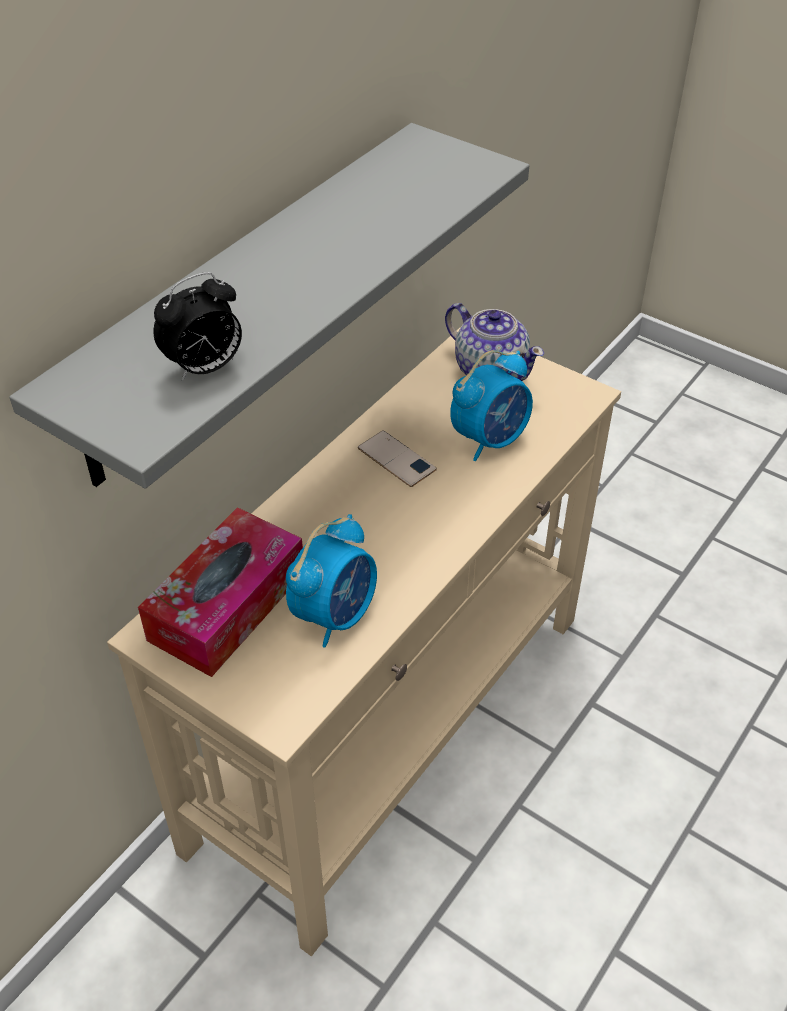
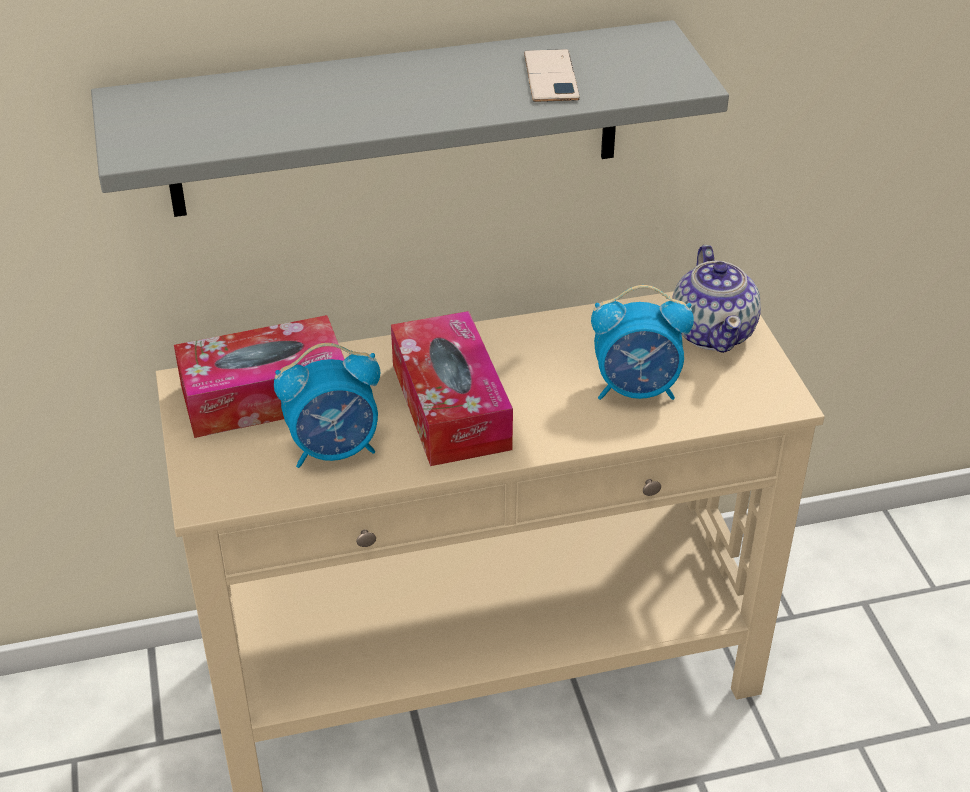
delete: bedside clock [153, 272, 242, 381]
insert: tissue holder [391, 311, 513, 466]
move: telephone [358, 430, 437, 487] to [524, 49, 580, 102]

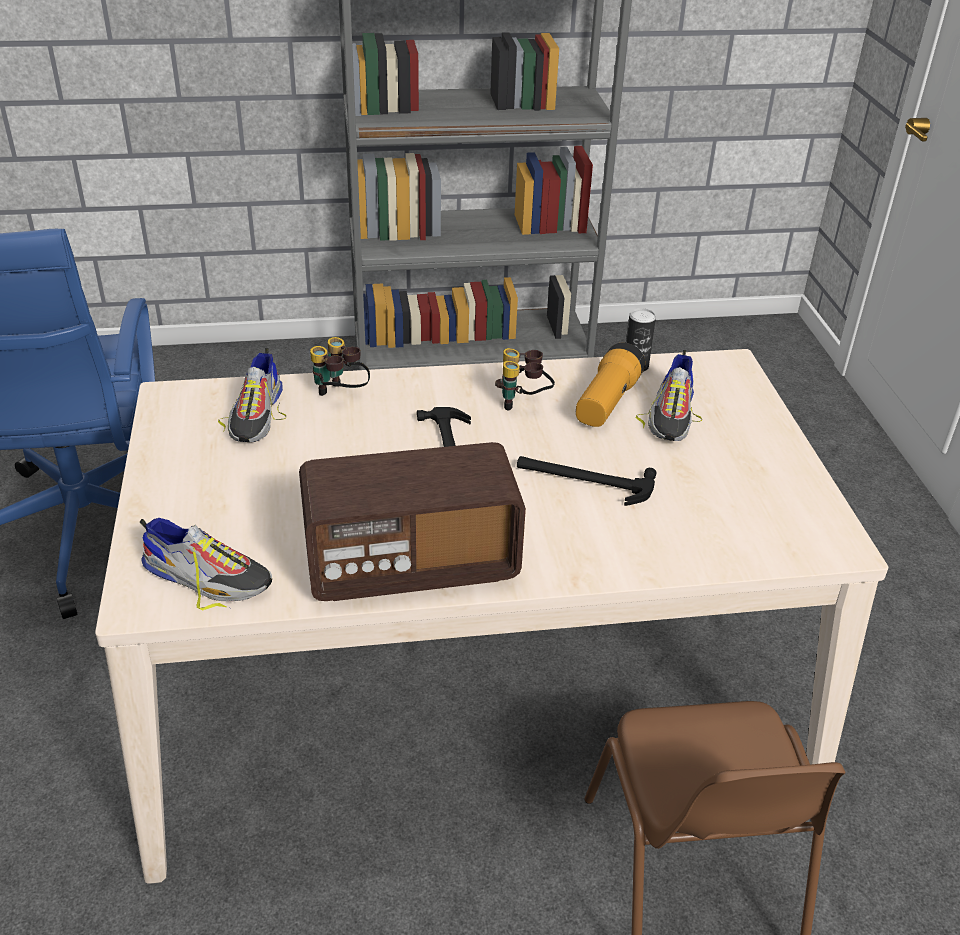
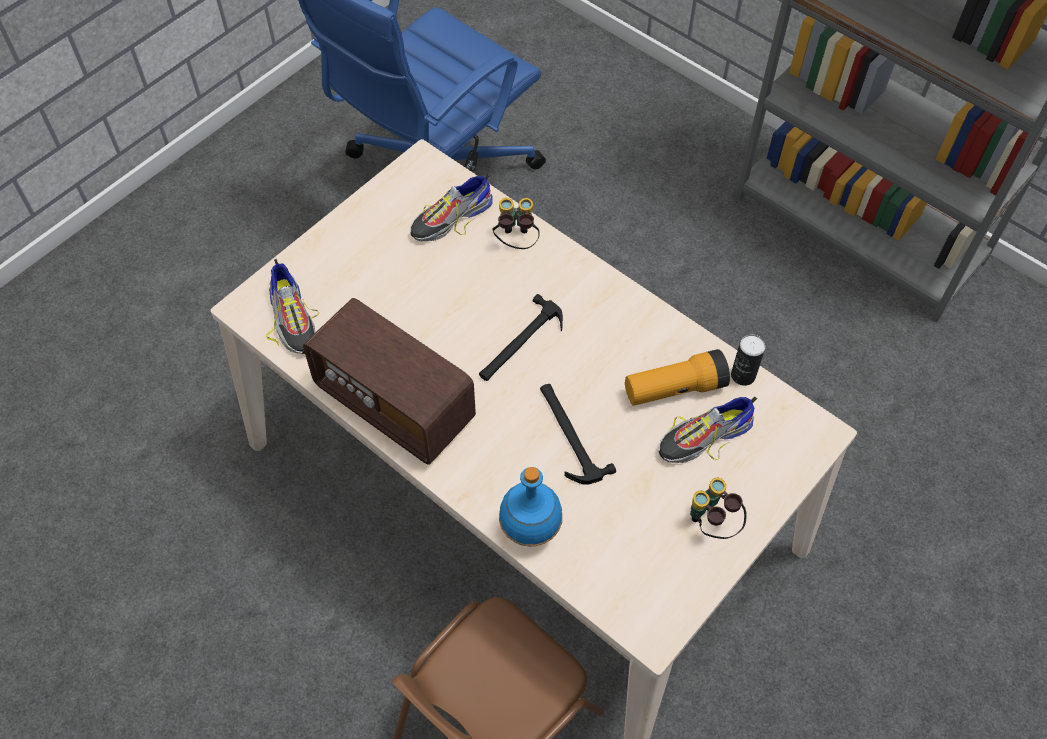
insert: bottle (blue) [499, 467, 562, 547]
move: binoculars [495, 348, 555, 411] to [690, 478, 747, 539]

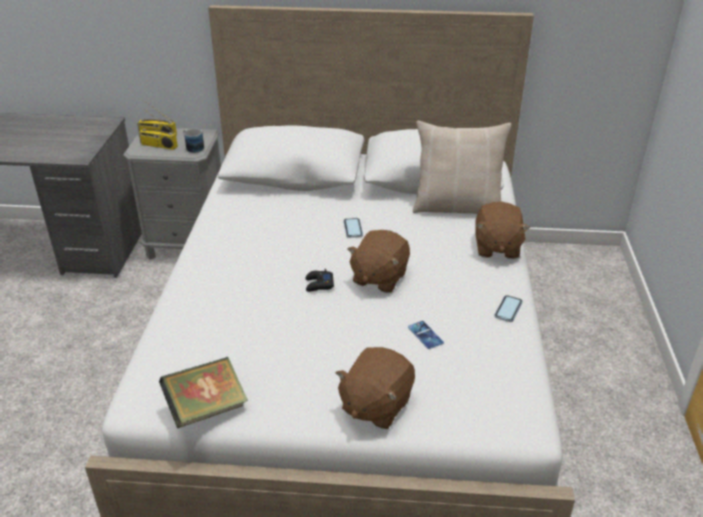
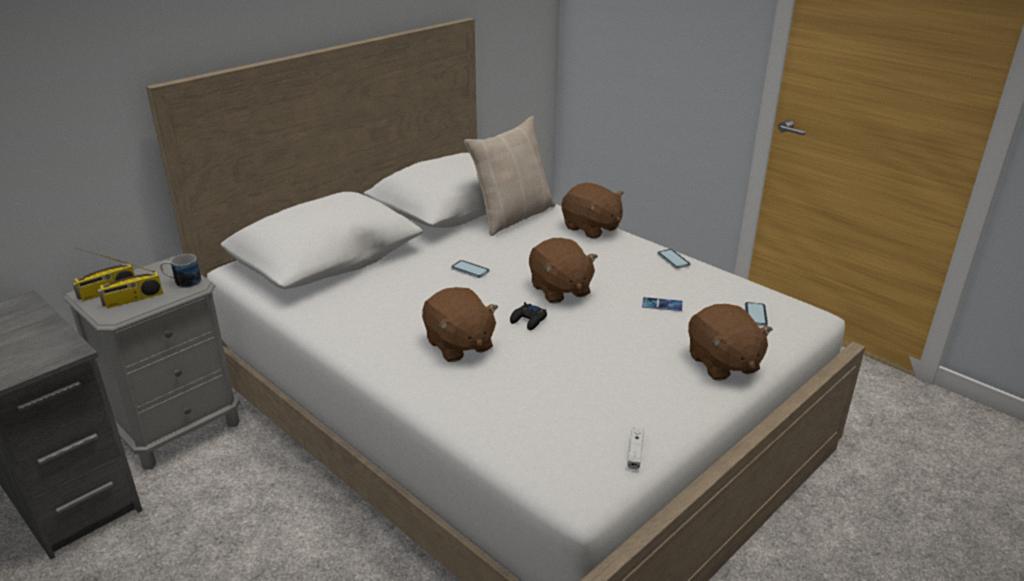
insert: plush toy (brownish) [422, 287, 498, 362]; telephone [745, 302, 768, 326]
replace: volume [159, 357, 248, 428] to joypad (white) [628, 428, 644, 469]

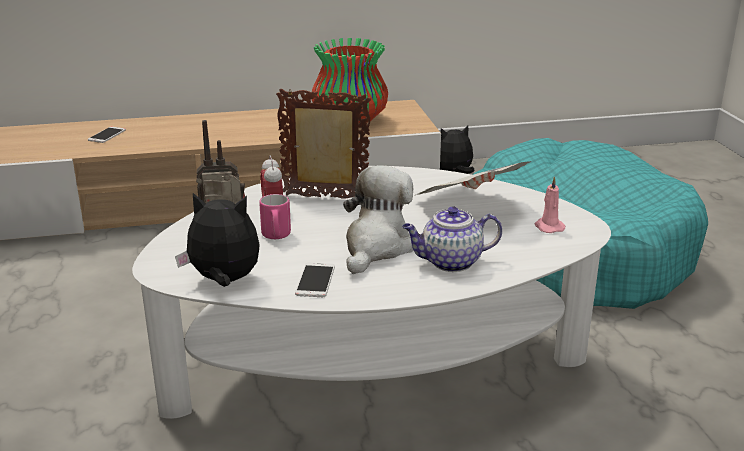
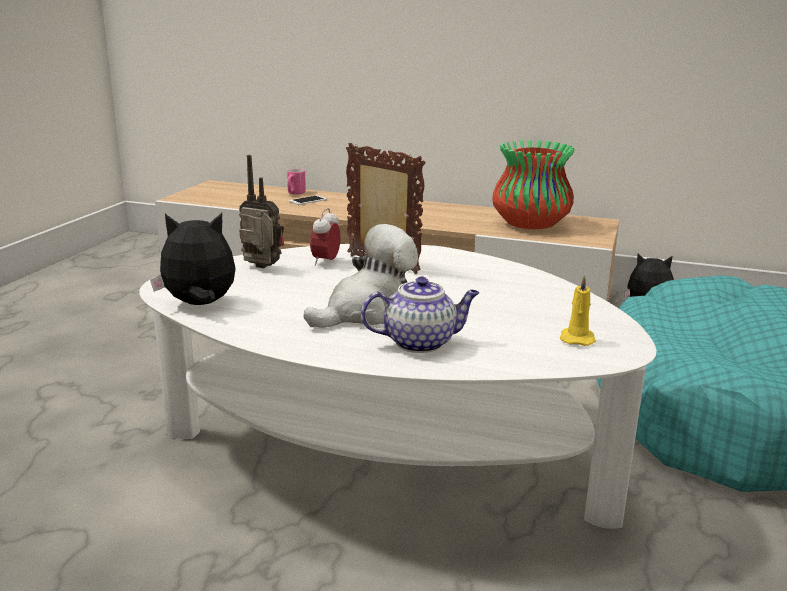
delete: telephone [295, 263, 335, 297]; daily paper [417, 161, 531, 195]
move: coffee mug (pink-coloured) [259, 194, 291, 239] to [287, 169, 306, 195]
recolor: candle (pink-coloured) [535, 176, 566, 233] to candle (yellow-coloured) [560, 275, 596, 346]
rotate: plush toy [175, 193, 259, 287] = [150, 213, 236, 305] 45 degrees counterclockwise; teapot [402, 206, 502, 272] = [361, 277, 479, 353] 150 degrees clockwise

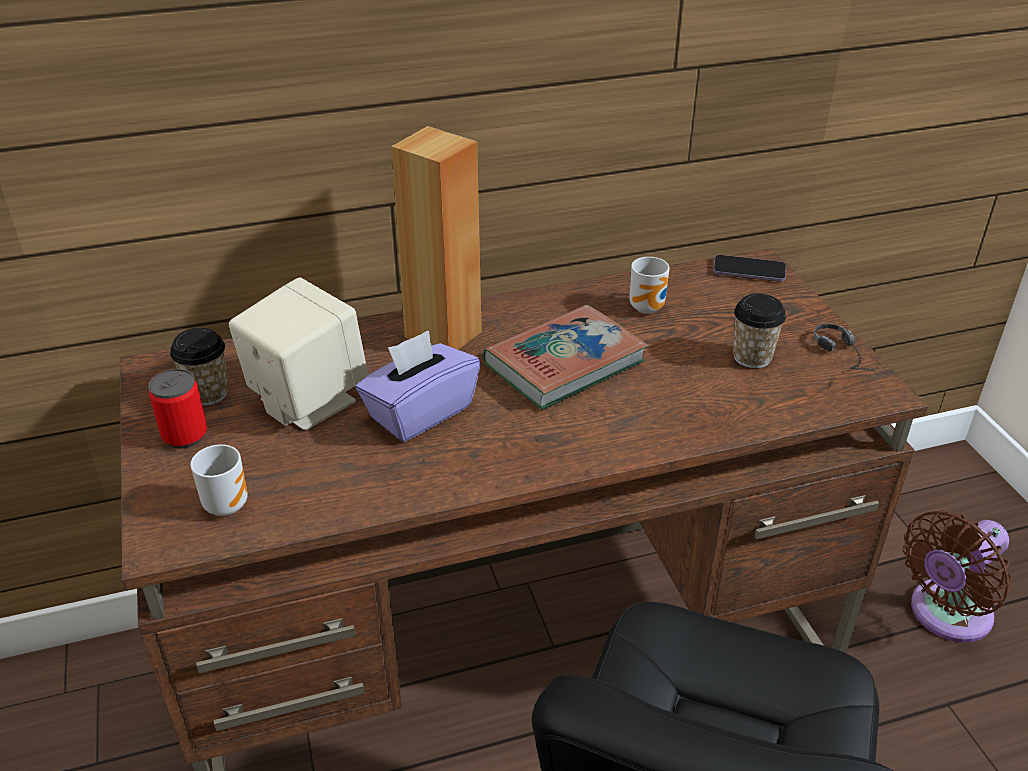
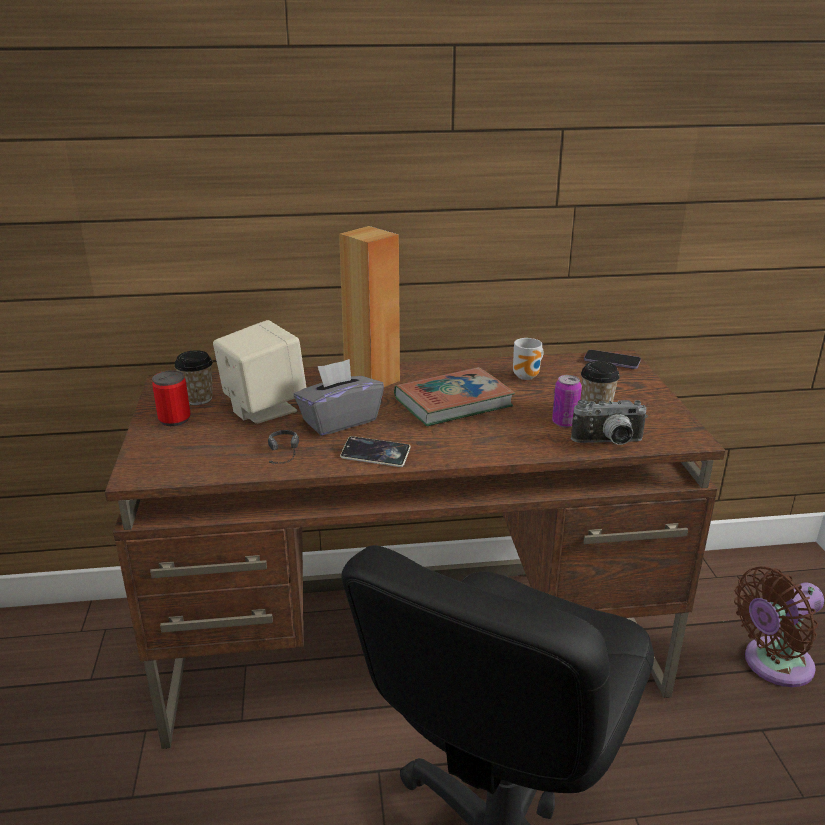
delete: coffee mug [190, 444, 248, 516]
insert: telephone [340, 436, 411, 467]; metal can [552, 375, 582, 427]; still camera [571, 400, 648, 445]
move: headphones [814, 324, 877, 374] to [268, 430, 299, 466]
recolor: tissue holder (purplish) [356, 330, 481, 442] to tissue holder (gray) [294, 359, 384, 436]

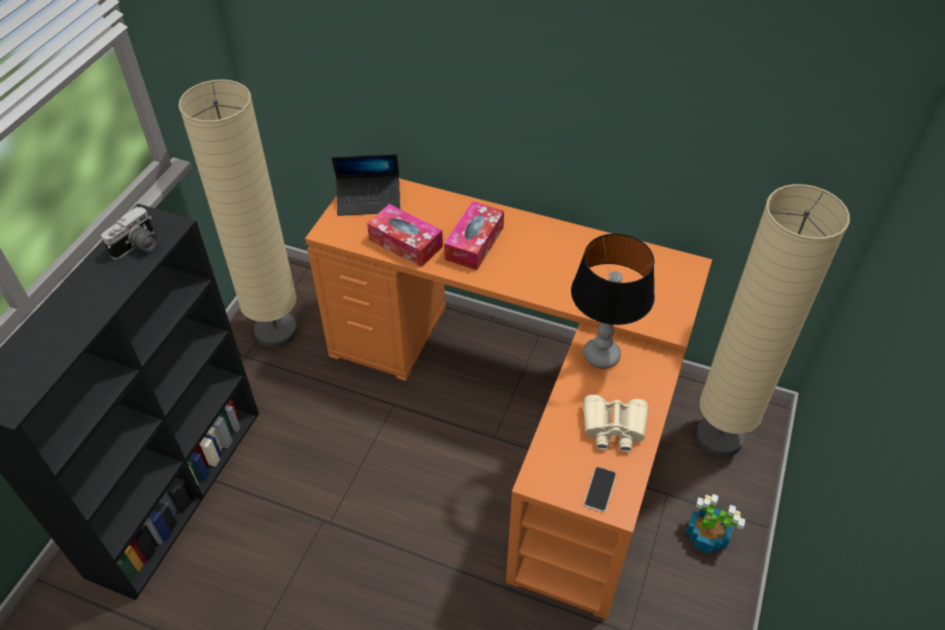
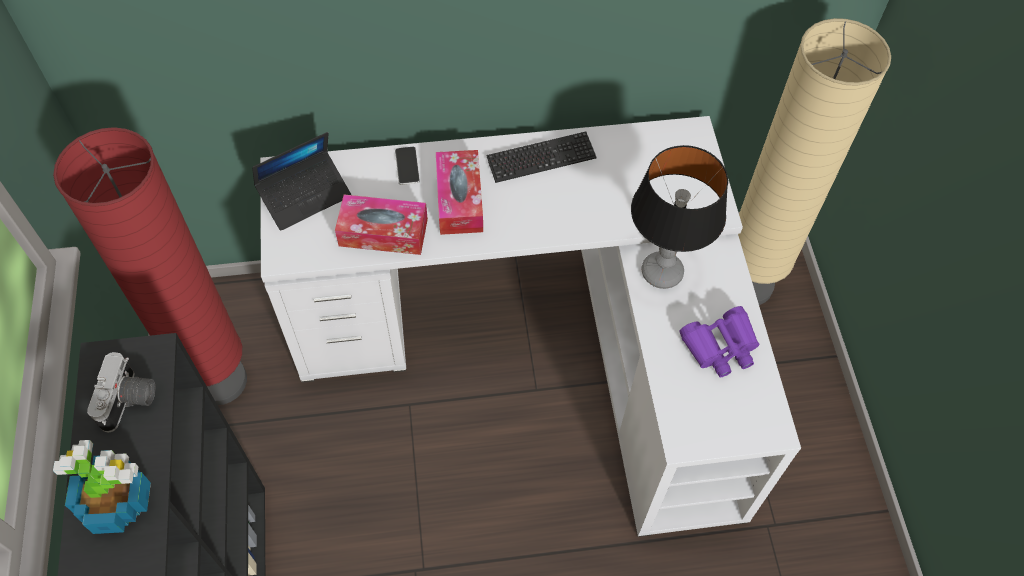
insert: computer keyboard [486, 132, 597, 183]
move: houseplant [686, 494, 745, 554] to [53, 440, 151, 534]; telephone [584, 467, 616, 512] to [395, 147, 420, 185]
recolor: standard lamp (beige) [178, 79, 297, 348] to standard lamp (red) [53, 127, 247, 405]; desk unit (orangey) [305, 178, 712, 619] to desk unit (white) [260, 116, 801, 537]; binoculars (beige) [583, 395, 649, 452] to binoculars (purplish) [680, 306, 759, 377]

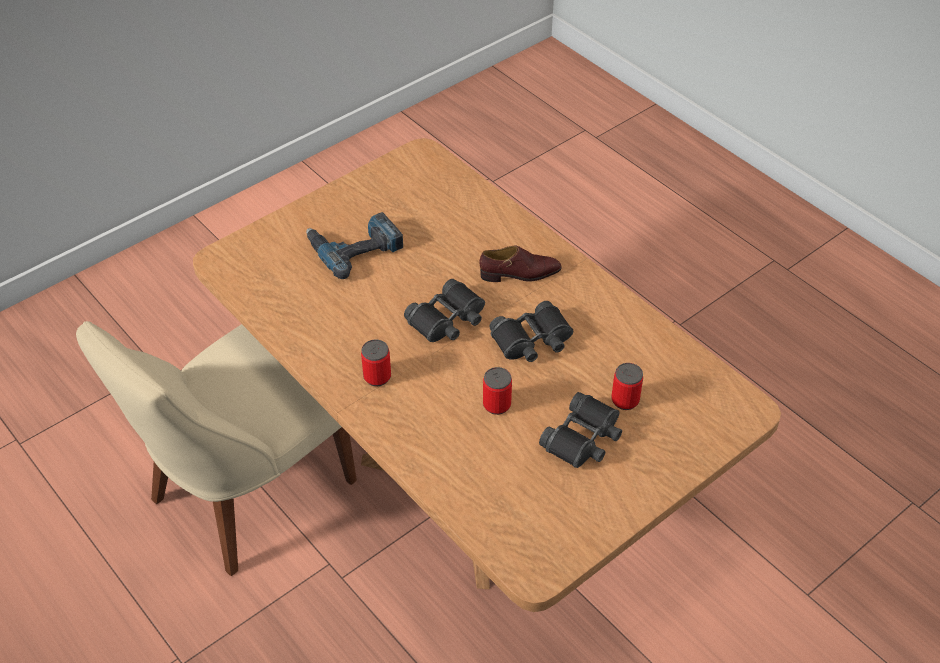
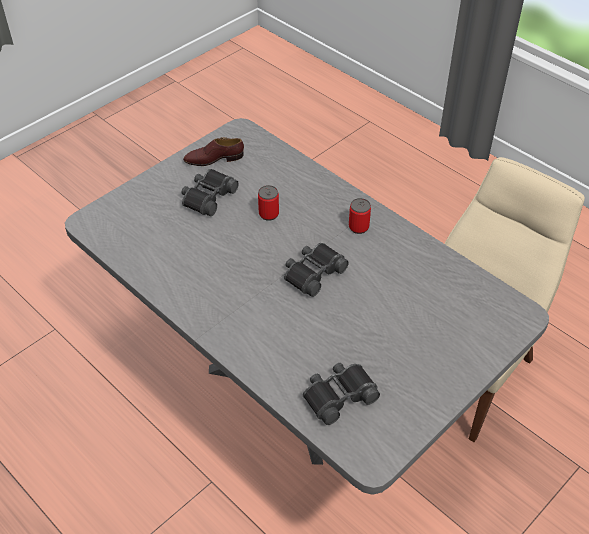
delete: electric drill [306, 212, 403, 279]; metal can [611, 363, 643, 410]
move: shoe (brownish) [479, 246, 562, 282] to [183, 137, 244, 166]; binoculars (black-coloured) [489, 301, 573, 362] to [303, 363, 380, 425]
recolor: kitchen table (brownish) [193, 138, 781, 612] to kitchen table (gray) [65, 118, 549, 495]

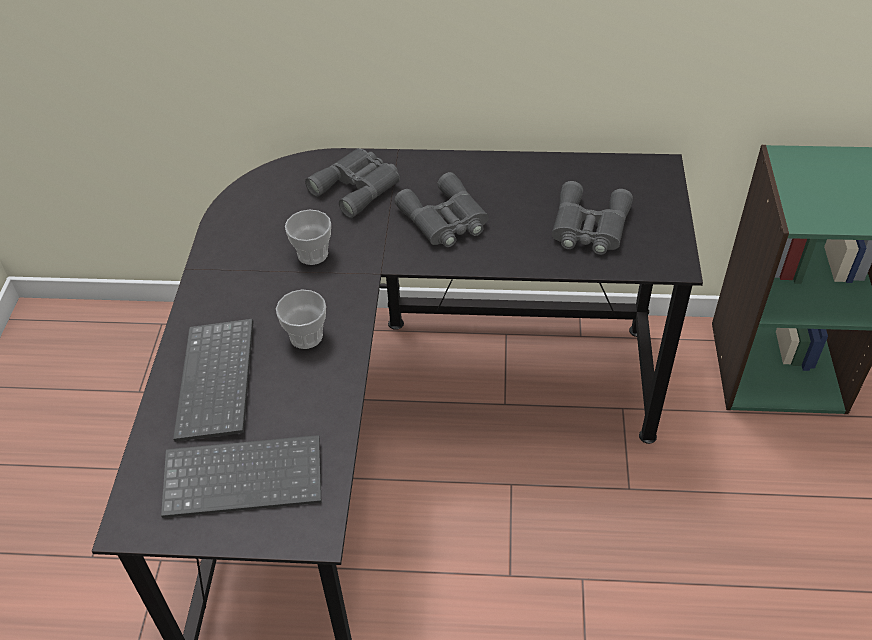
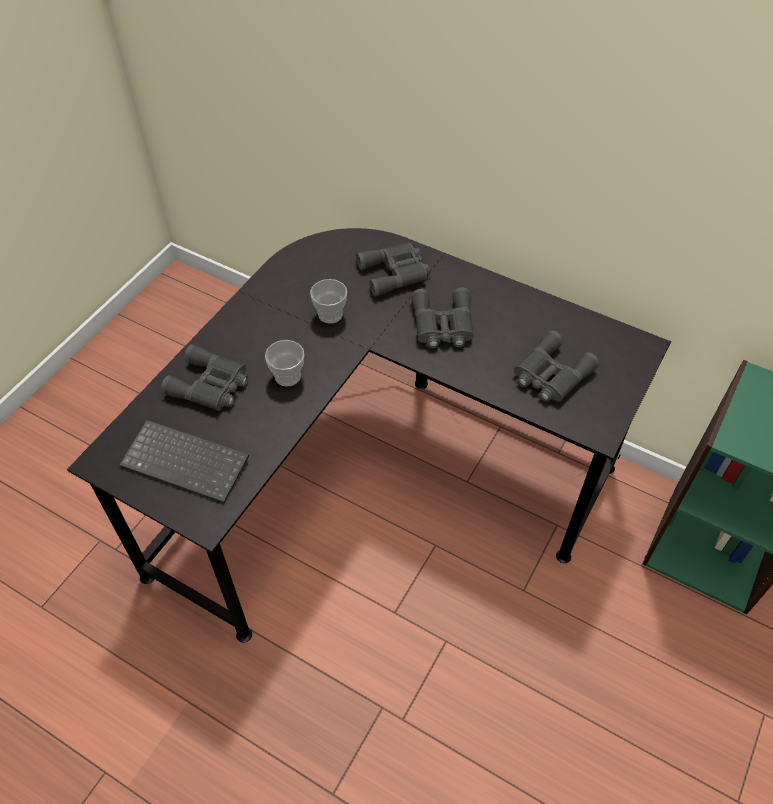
replace: computer keyboard [173, 319, 254, 442] to binoculars (gray) [161, 344, 248, 411]

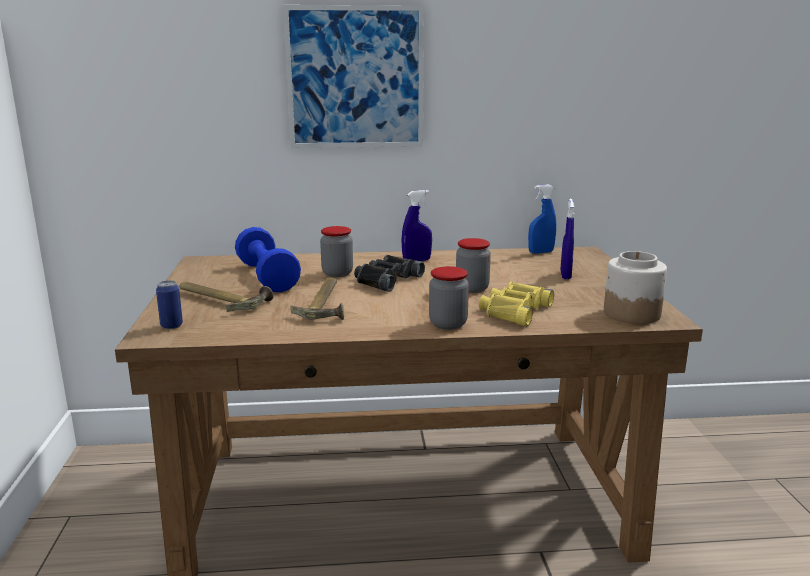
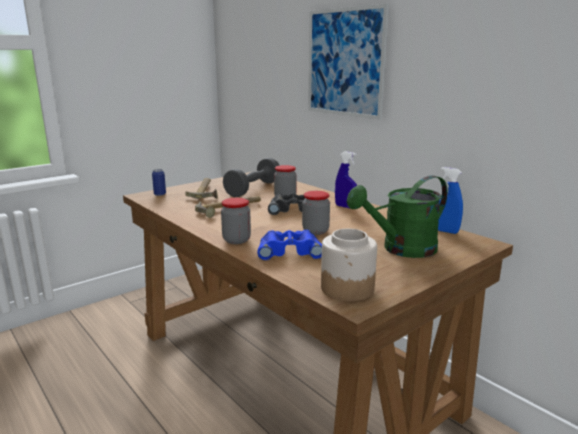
replace: spray bottle (blue) [560, 199, 574, 279] to watering pot (green) [347, 175, 448, 258]
recolor: hand weight (blue) [235, 227, 301, 292] to hand weight (gray) [223, 158, 280, 197]; binoculars (yellow-coloured) [479, 282, 554, 326] to binoculars (blue) [257, 230, 322, 261]

